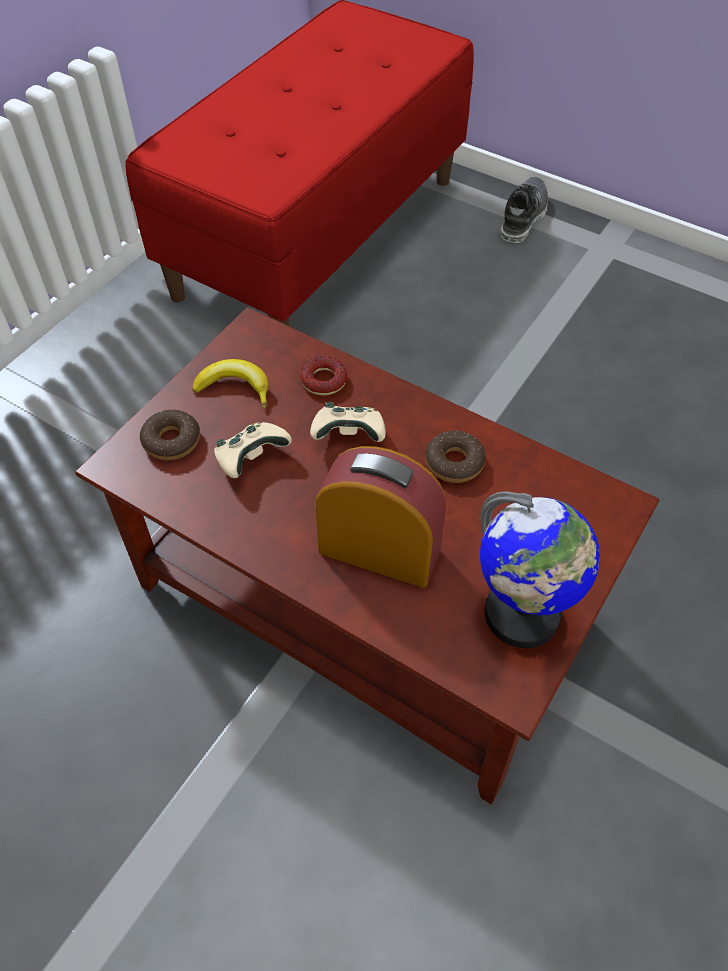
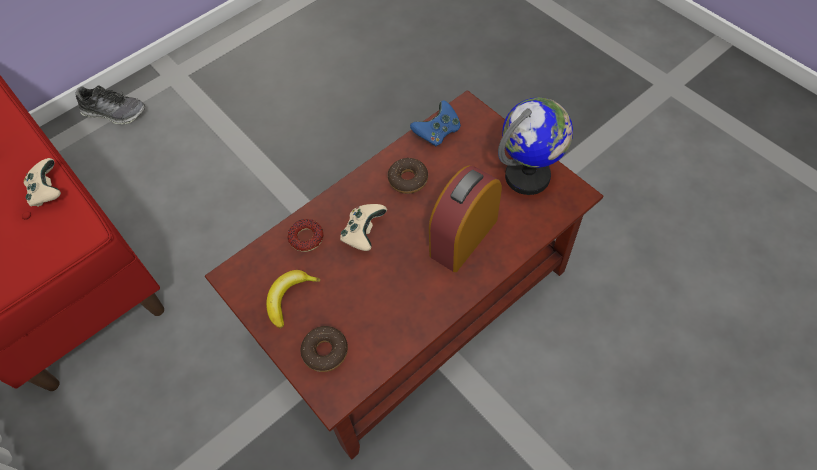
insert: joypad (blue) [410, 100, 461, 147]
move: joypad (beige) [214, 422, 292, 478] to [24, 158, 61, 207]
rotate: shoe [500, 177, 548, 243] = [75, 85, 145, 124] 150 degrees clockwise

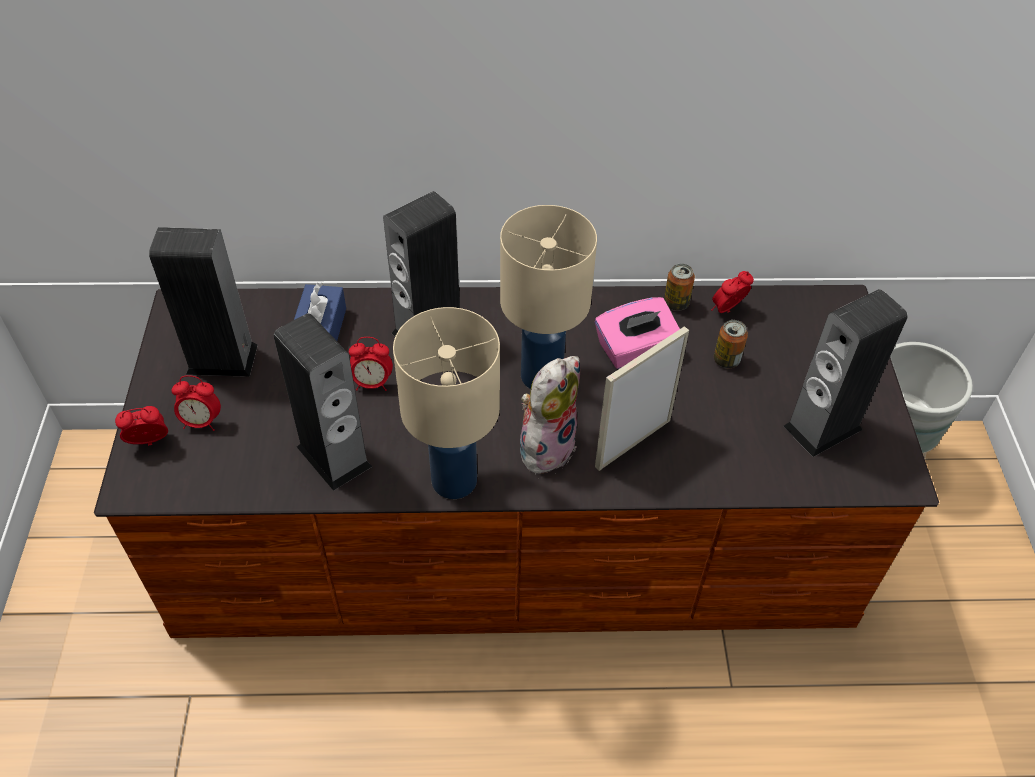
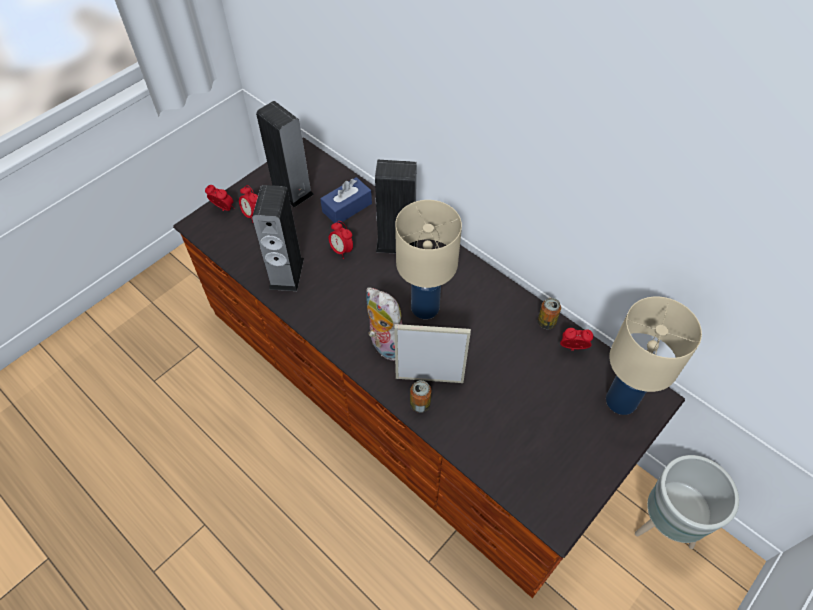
delete: tissue holder (pink-coloured) [595, 297, 680, 369]; speaker [783, 289, 908, 457]
move: metal can [714, 320, 748, 368] to [410, 380, 432, 413]; lamp for a table (beige) [393, 307, 500, 499] to [606, 297, 702, 415]
rotate: plush toy [520, 356, 580, 475] = [366, 287, 402, 361] 120 degrees counterclockwise

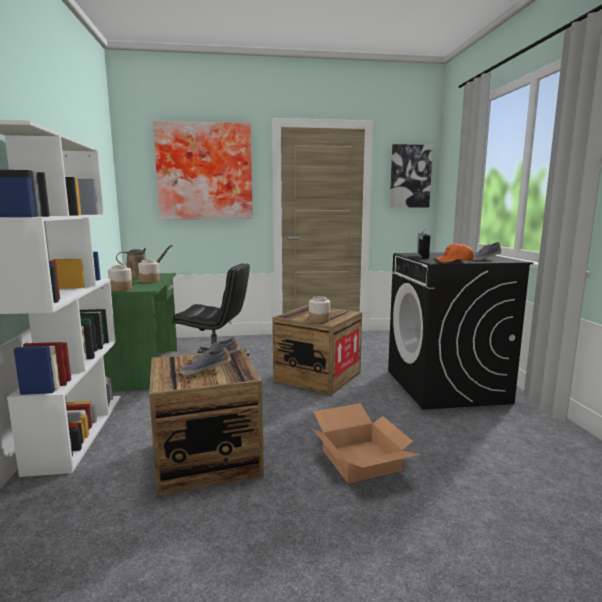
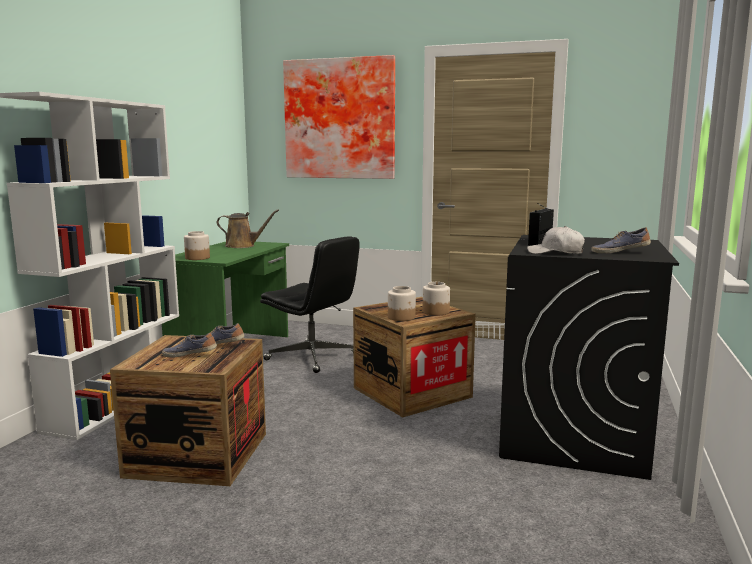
delete: packing box [313, 403, 420, 484]; wall art [390, 144, 433, 208]
move: preserve jar [138, 259, 160, 283] to [423, 282, 450, 315]
recolor: baseball cap (orangey) [434, 243, 474, 263] to baseball cap (white) [527, 226, 585, 254]

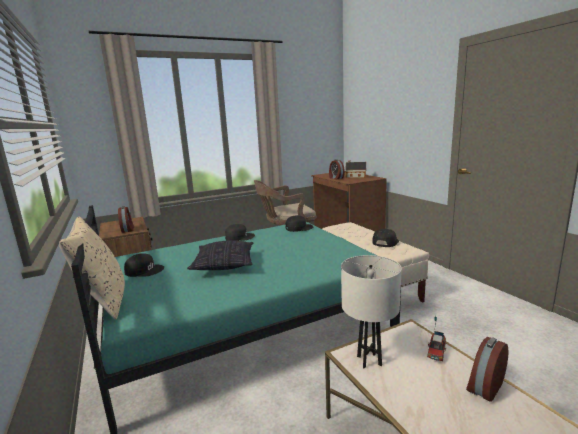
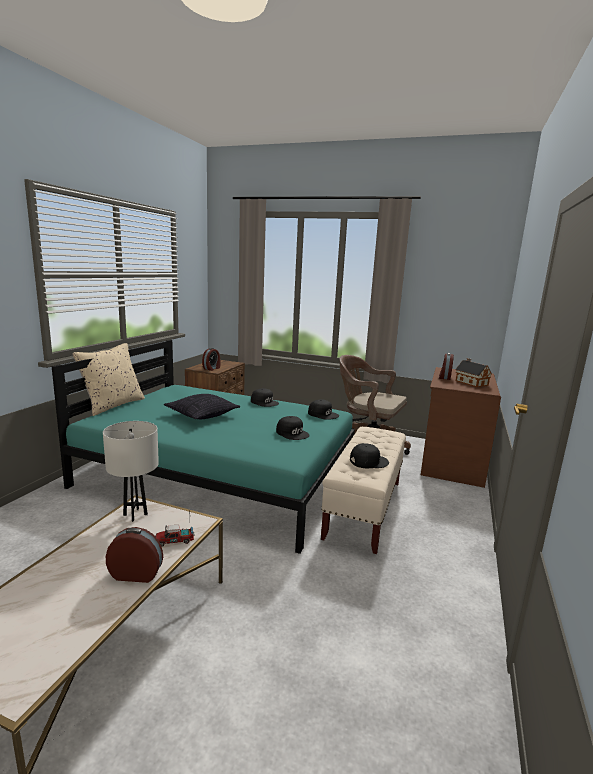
move: baseball cap (black-coloured) [124, 253, 164, 277] to [276, 416, 310, 440]

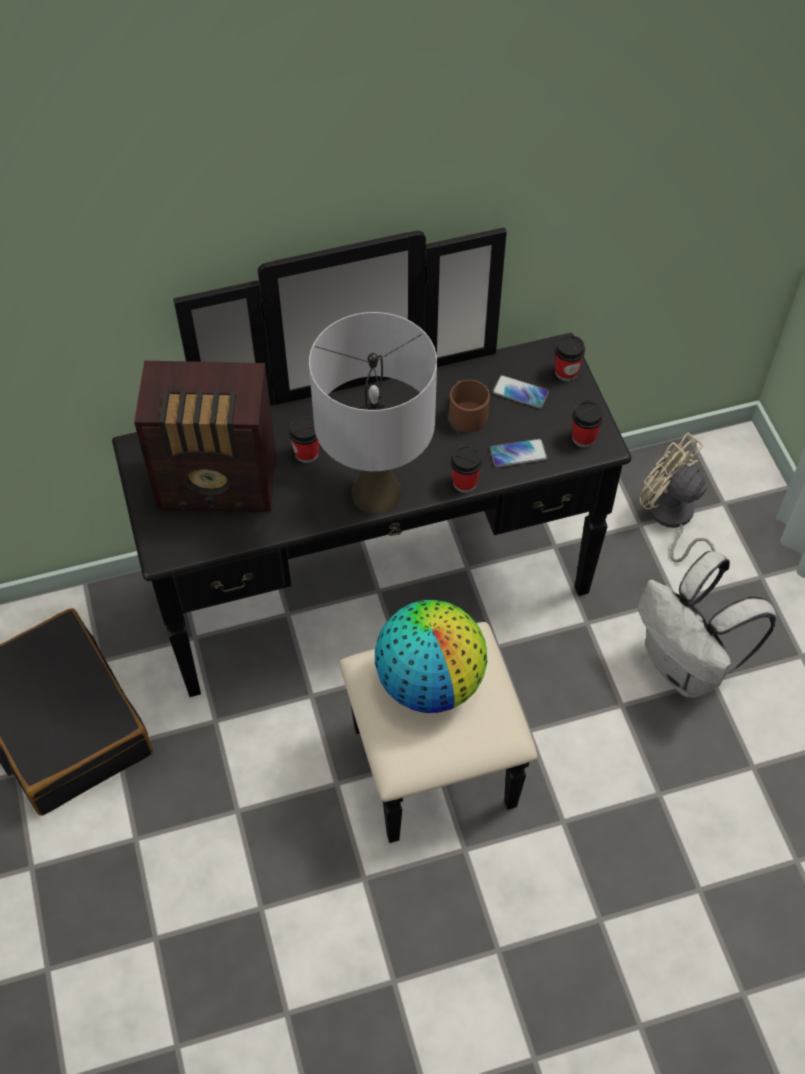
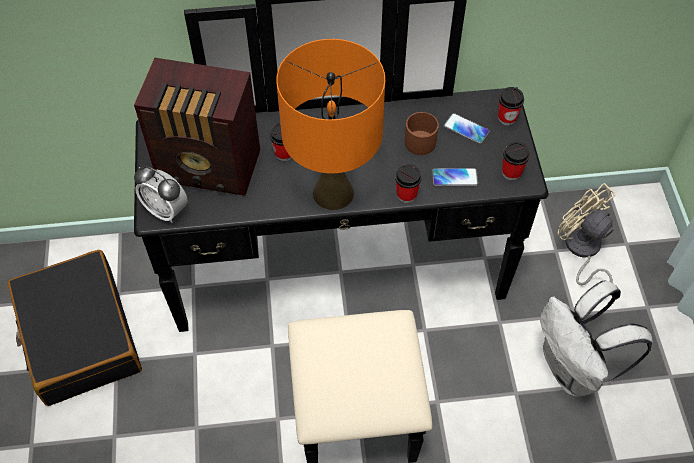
delete: globe [375, 600, 487, 713]
insert: bedside clock [134, 166, 188, 223]
recolor: lamp for a table (gray) [309, 312, 437, 514] to lamp for a table (orangey) [276, 39, 385, 210]

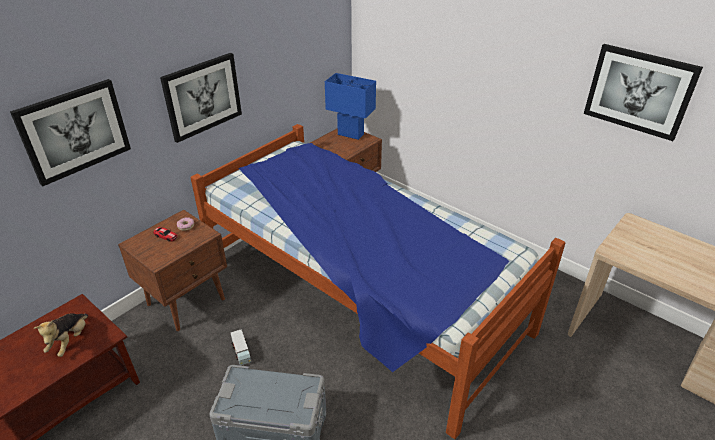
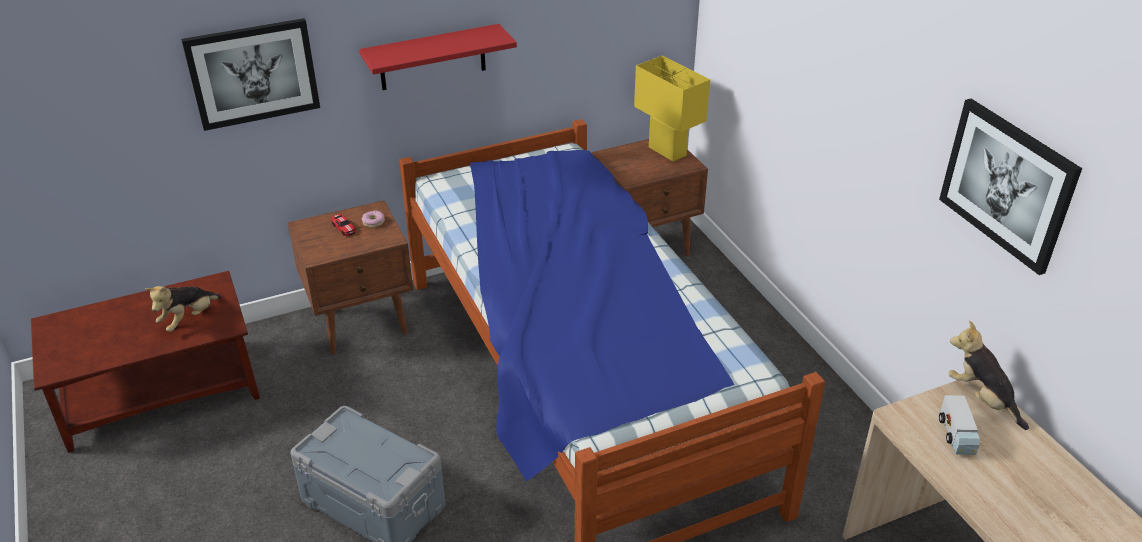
insert: plush toy [949, 321, 1029, 430]
move: toy lorry [231, 329, 251, 366] to [939, 395, 980, 455]
replace: wall art [160, 53, 242, 143] to bracket shelf (red) [359, 24, 517, 90]
recolor: lamp for a table (blue) [325, 73, 376, 140] to lamp for a table (yellow-coloured) [634, 56, 710, 162]

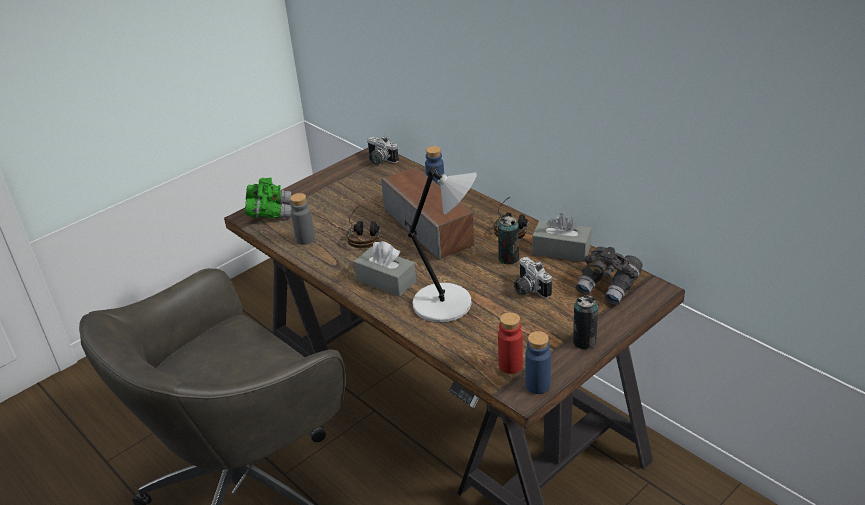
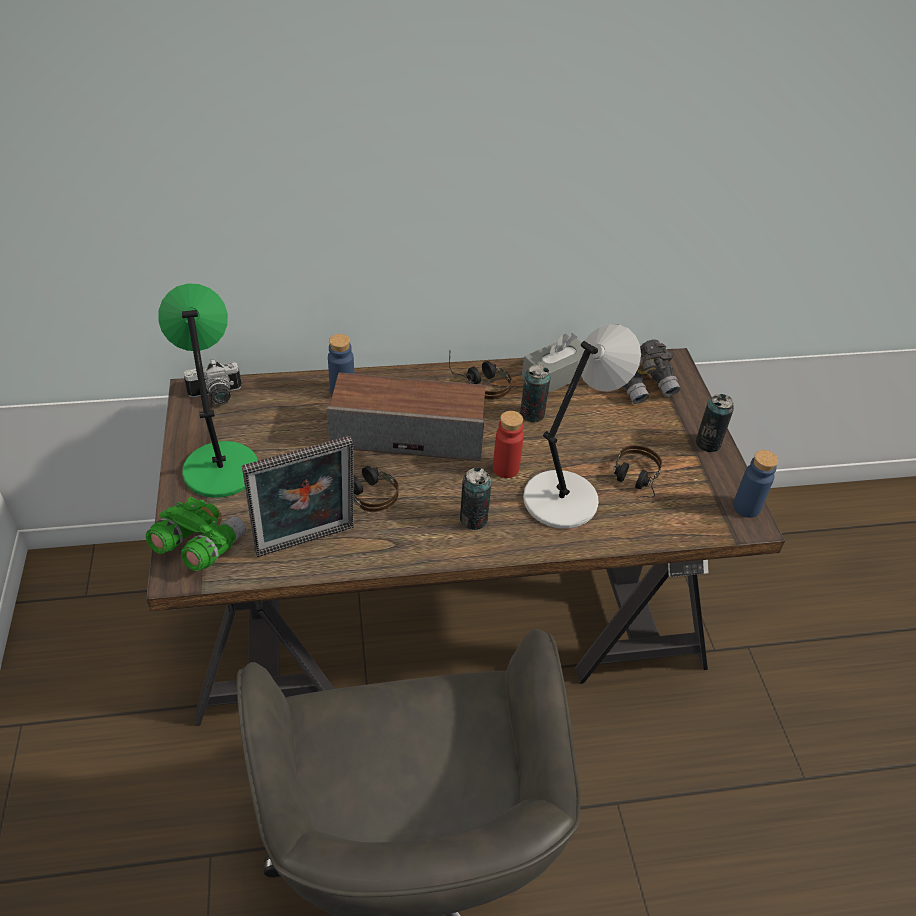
delete: still camera [514, 257, 552, 298]
insert: lamp for a table (green) [158, 283, 258, 498]; headphones [613, 445, 662, 498]
move: bottle (red) [498, 312, 523, 374] to [493, 411, 524, 478]
replace: bottle (gray) [290, 193, 315, 245] to standing frame [242, 436, 354, 557]; tissue holder (gray) [354, 241, 416, 297] to metal can [460, 467, 492, 530]

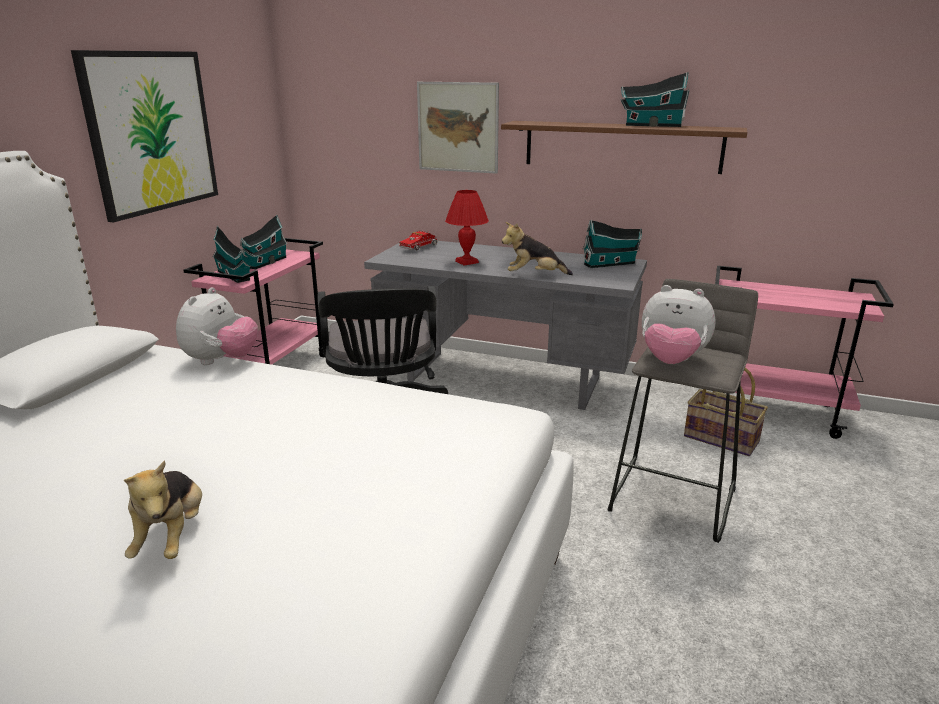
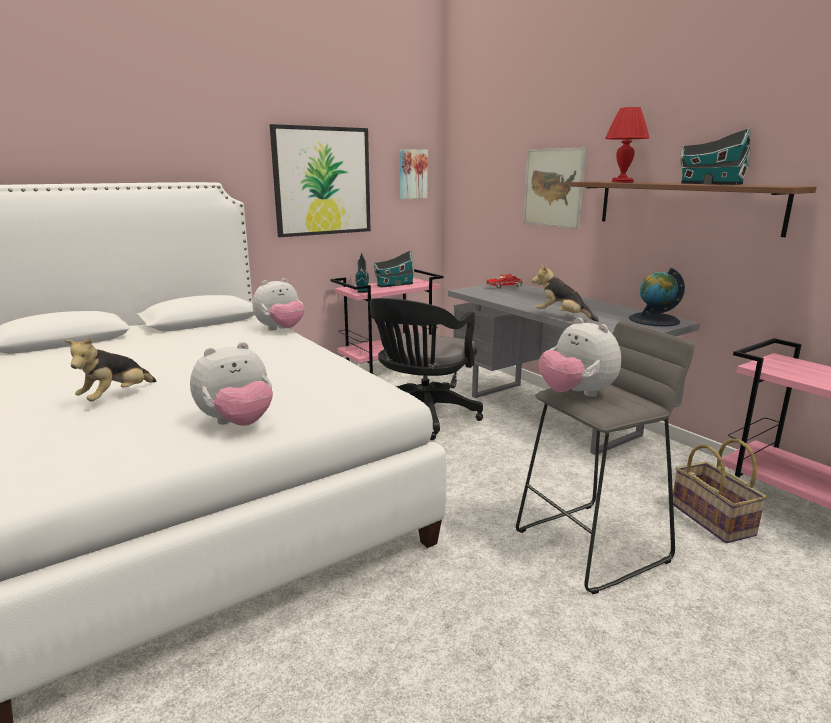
insert: plush toy [190, 342, 273, 426]; wall art [400, 149, 428, 199]
move: lamp for a table (red) [445, 190, 489, 266] to [605, 107, 650, 182]
replace: toy house [583, 220, 642, 268] to globe [629, 268, 685, 326]

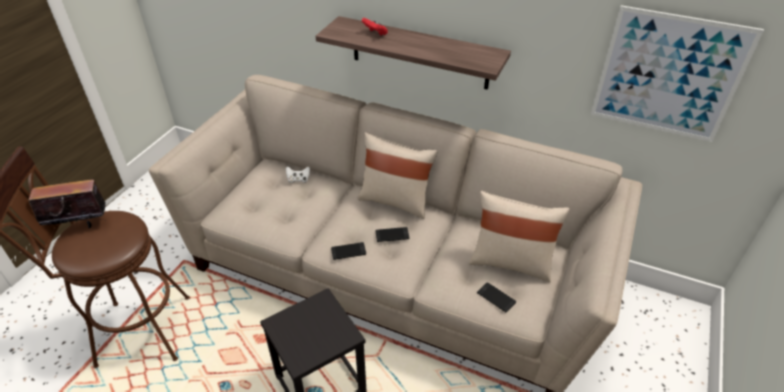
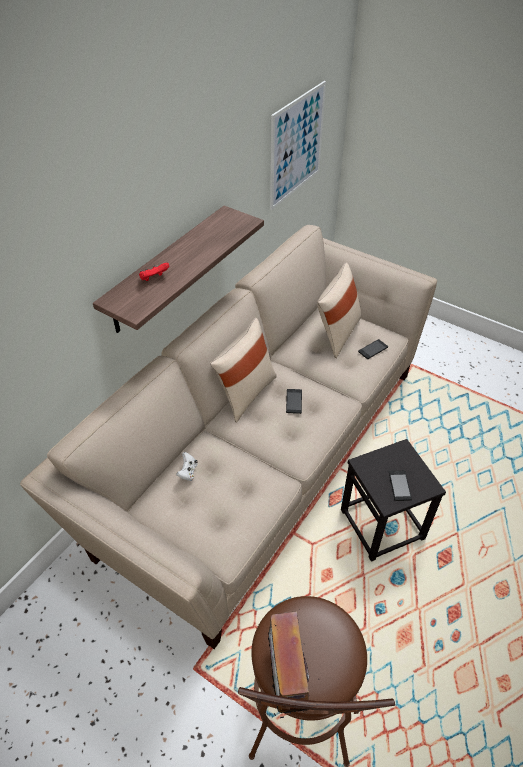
move: telephone [331, 242, 366, 260] to [389, 470, 412, 501]

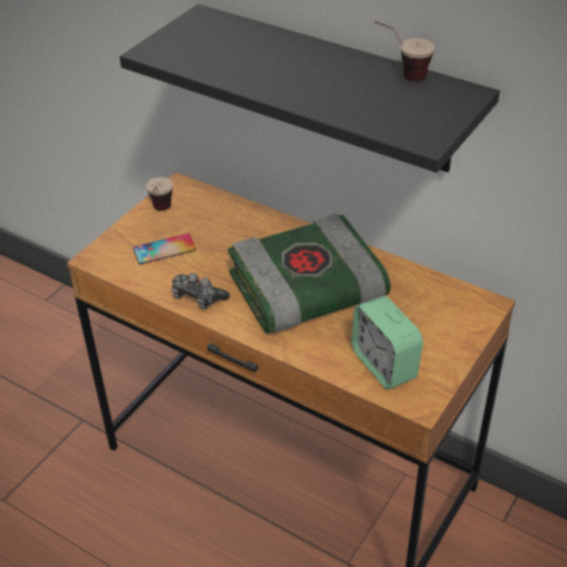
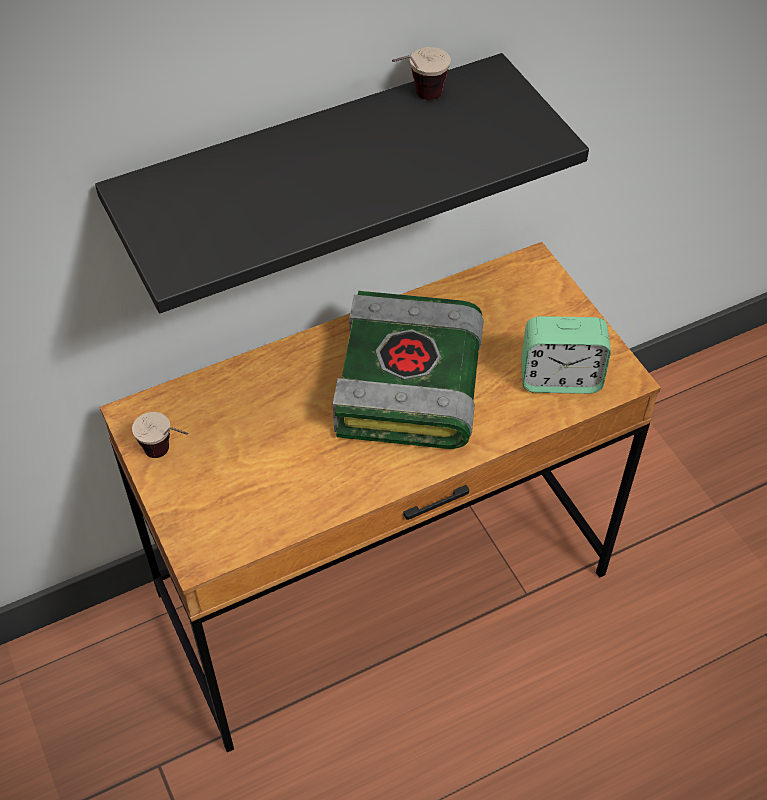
delete: telephone [133, 233, 196, 264]; joypad [172, 273, 230, 309]

